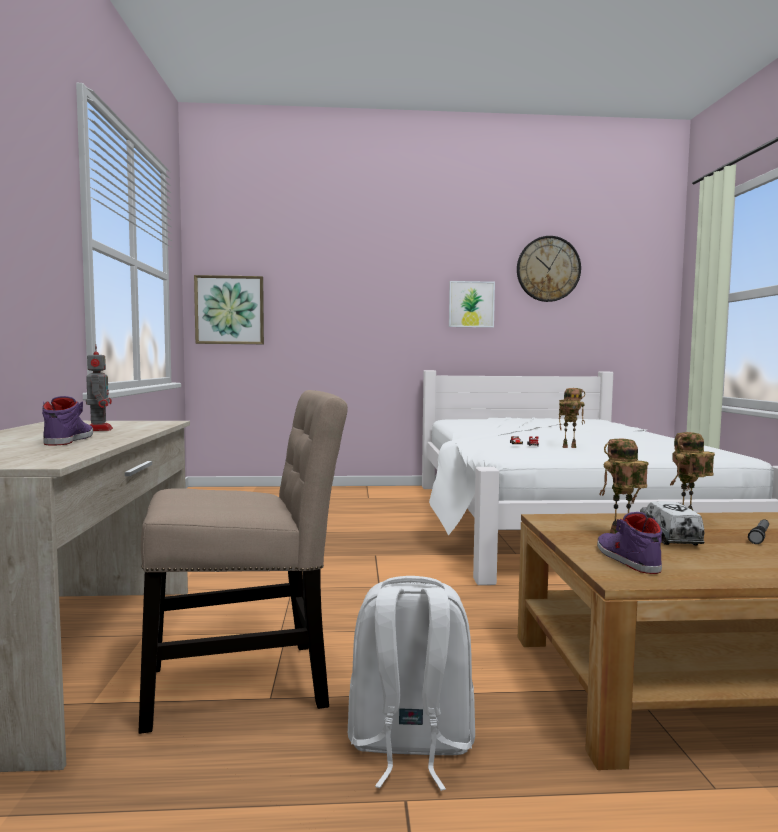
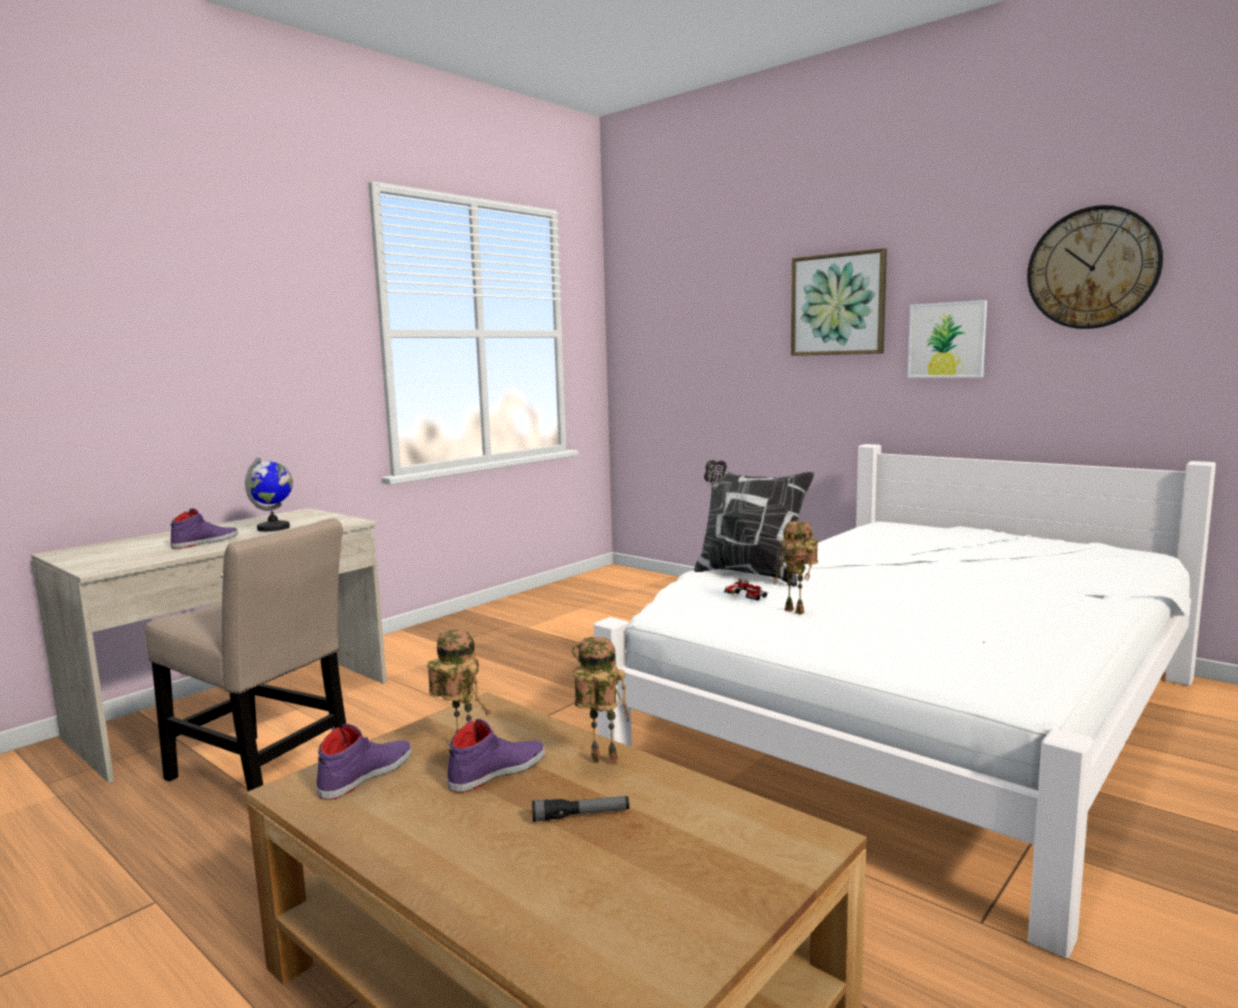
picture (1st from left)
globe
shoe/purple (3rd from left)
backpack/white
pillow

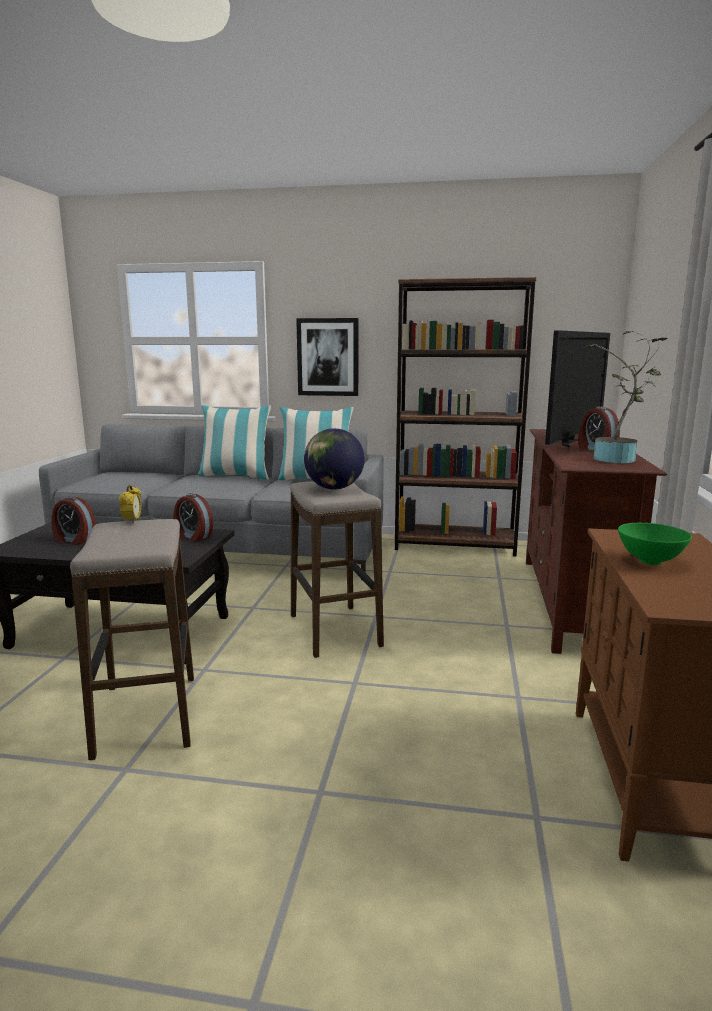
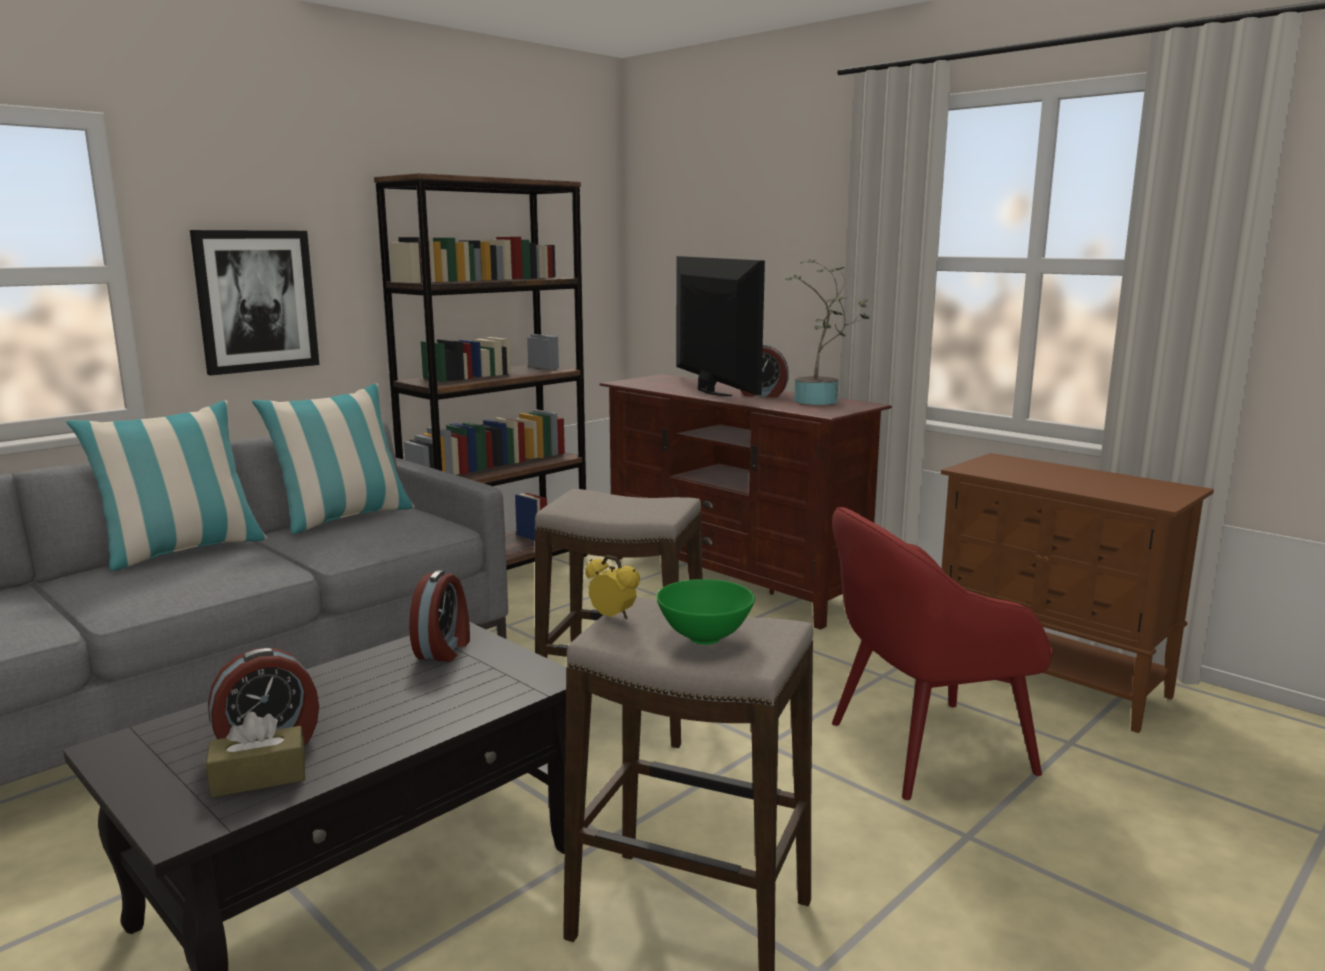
globe
alarm clock (2nd from left)
bowl/green
armchair/red
tissue box/brown

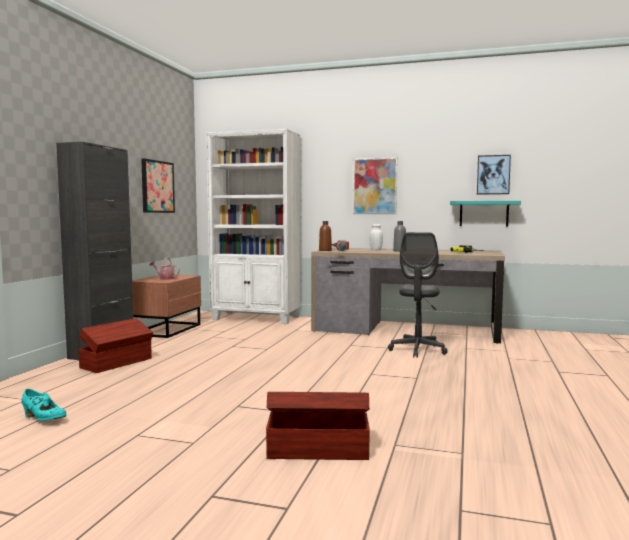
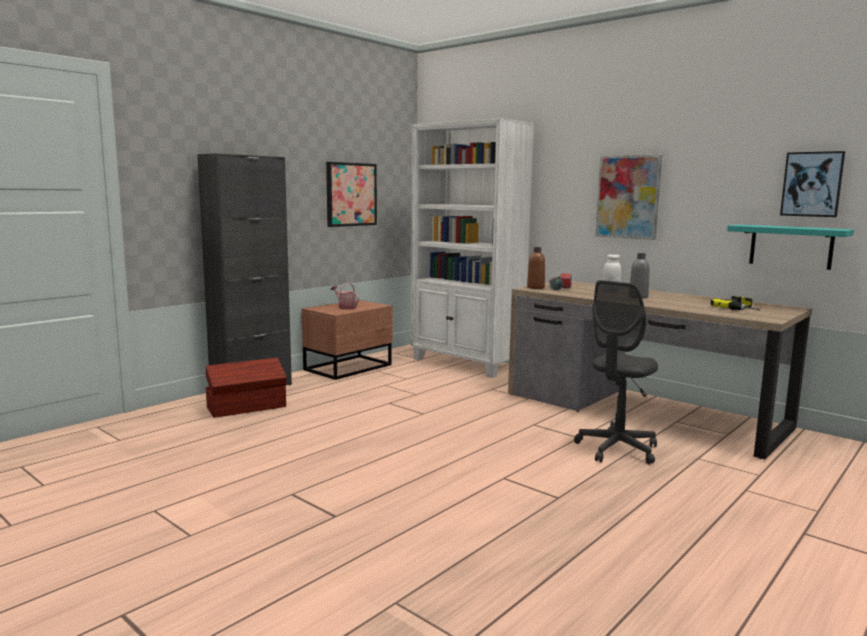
shoe/turquoise
storage box/brown (2nd from left in the first image)

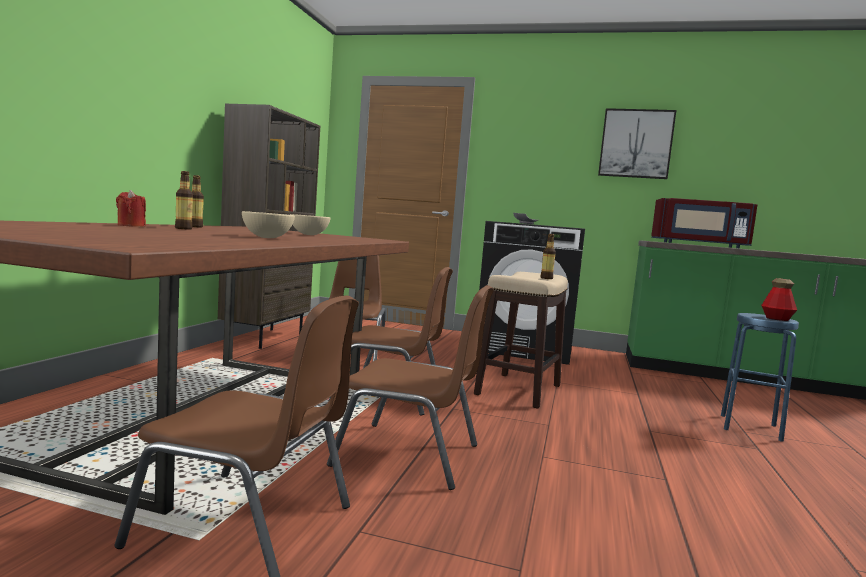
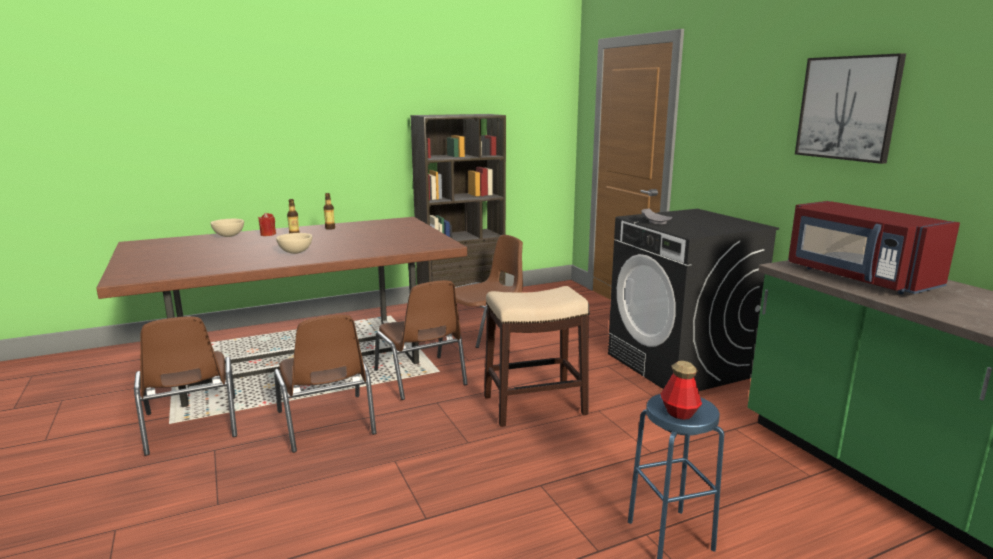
bowl/beige (1st from left)
bottle (3rd from left in the first image)

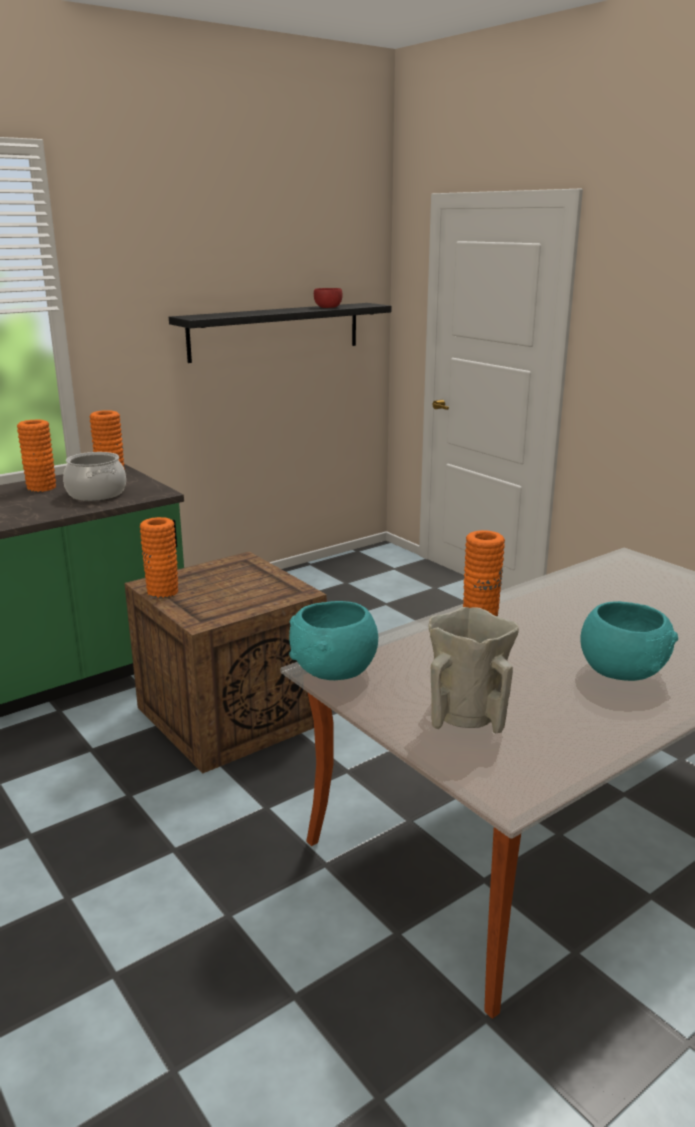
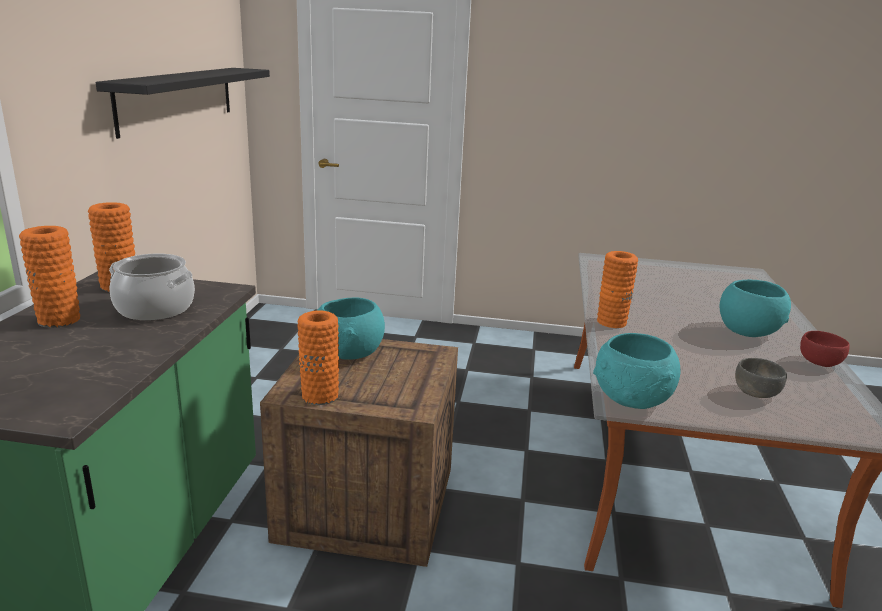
bowl/red
bowl/grey
bowl/turquoise (1st from left)

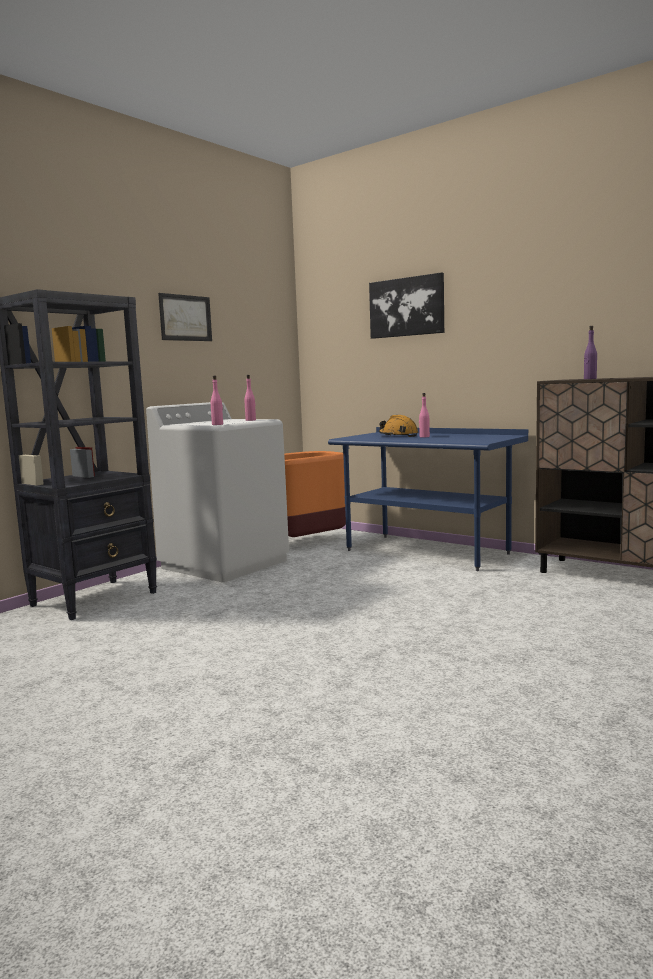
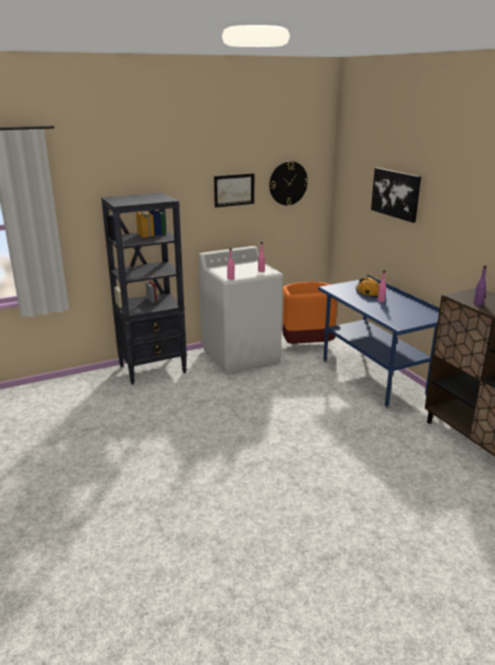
wall clock

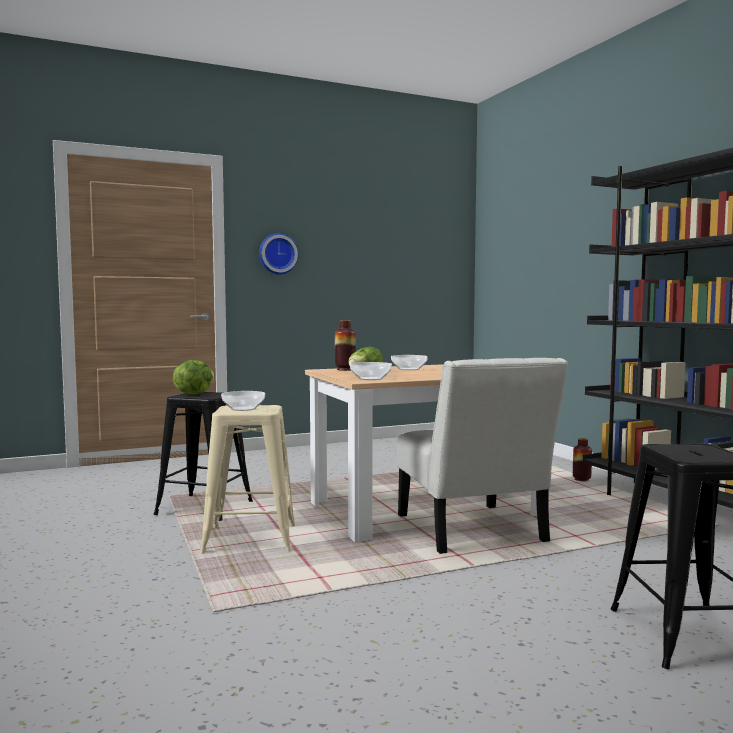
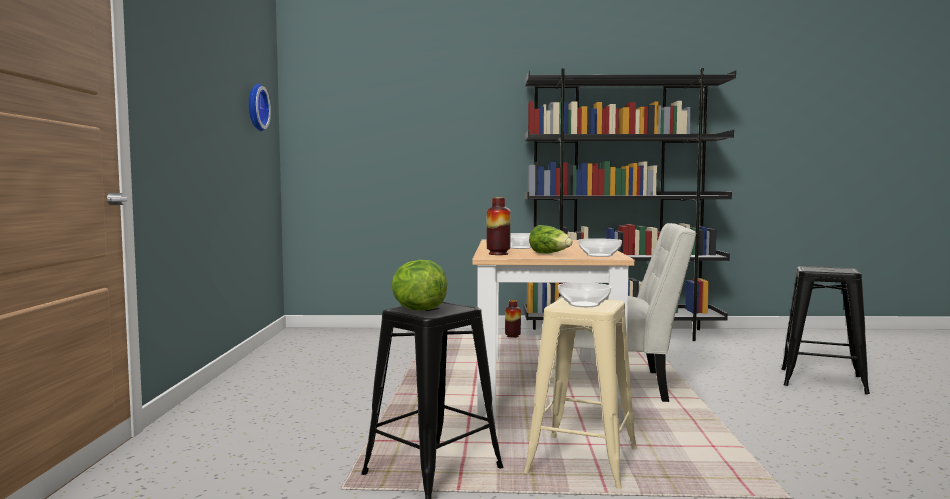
wall clock

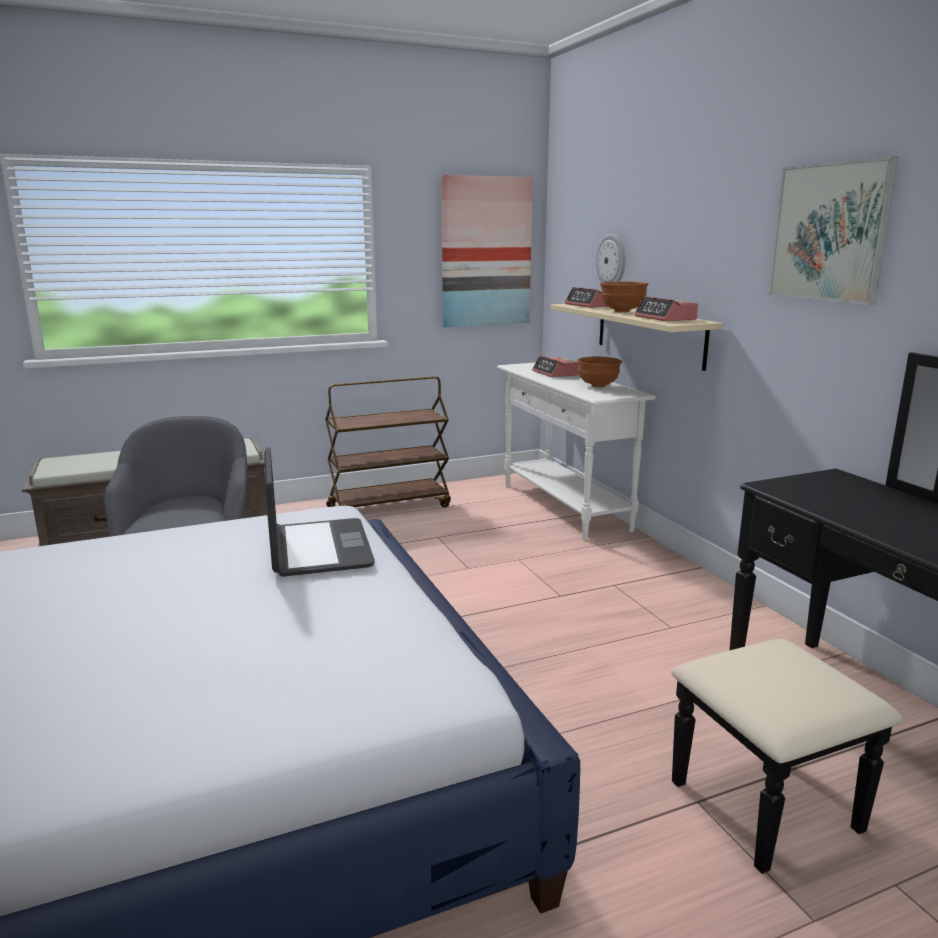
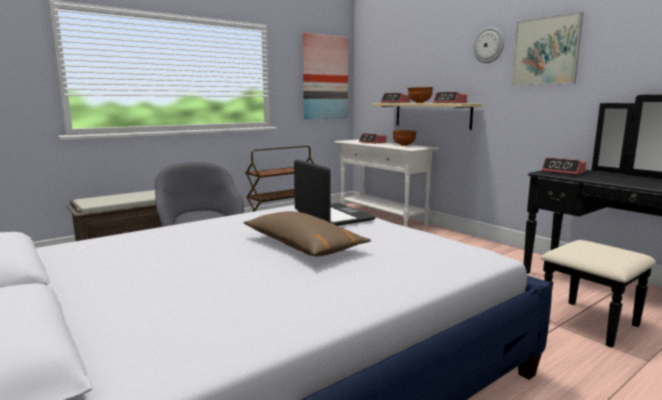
wall clock
alarm clock (4th from left)
pillow/brown

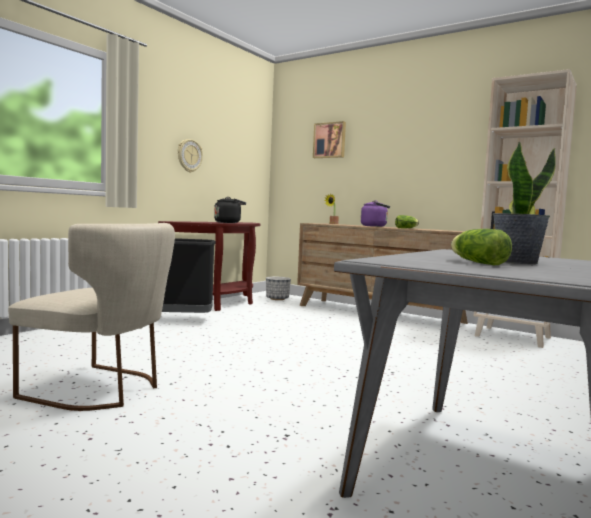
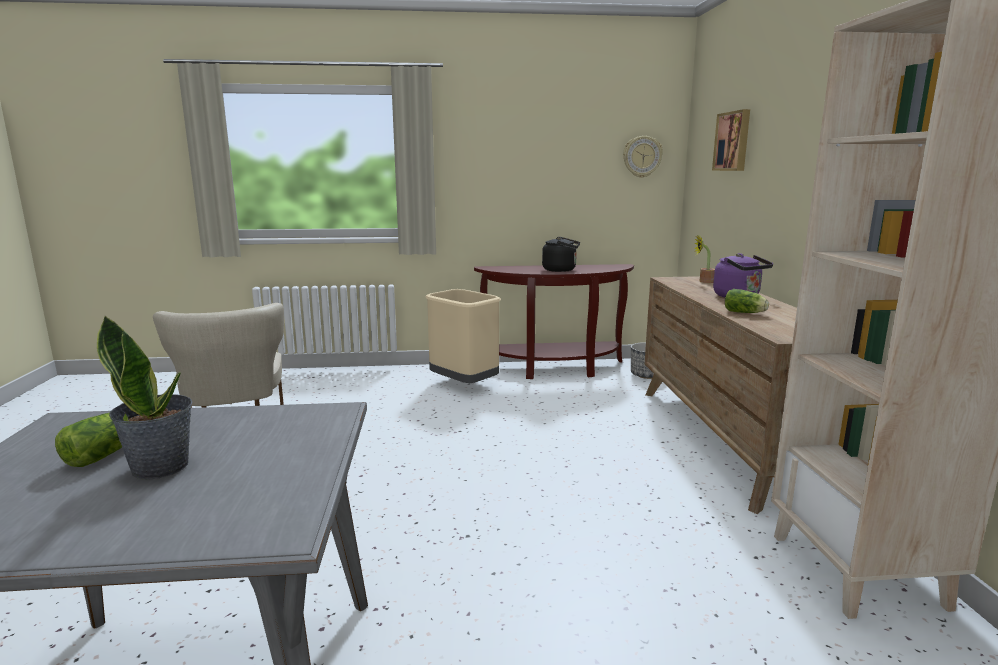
wall clock
trash can/beige

